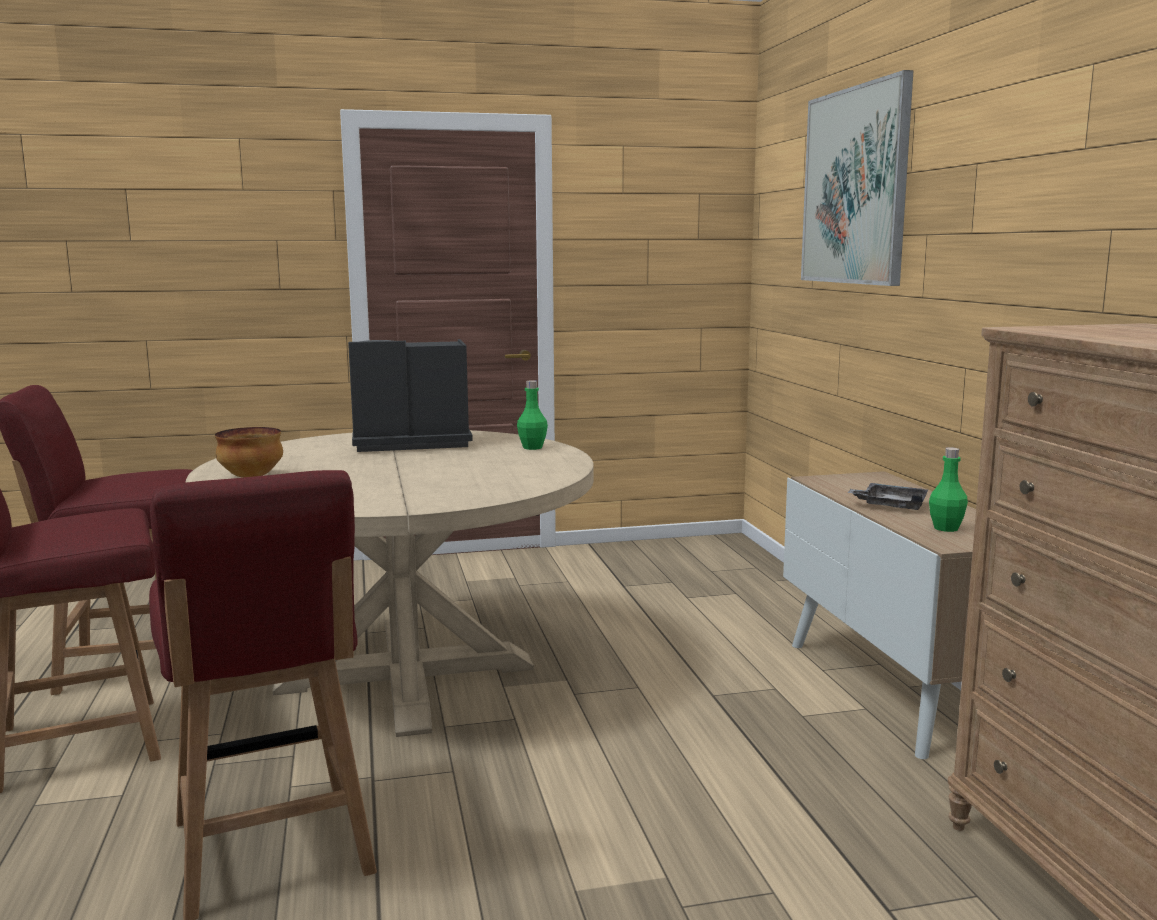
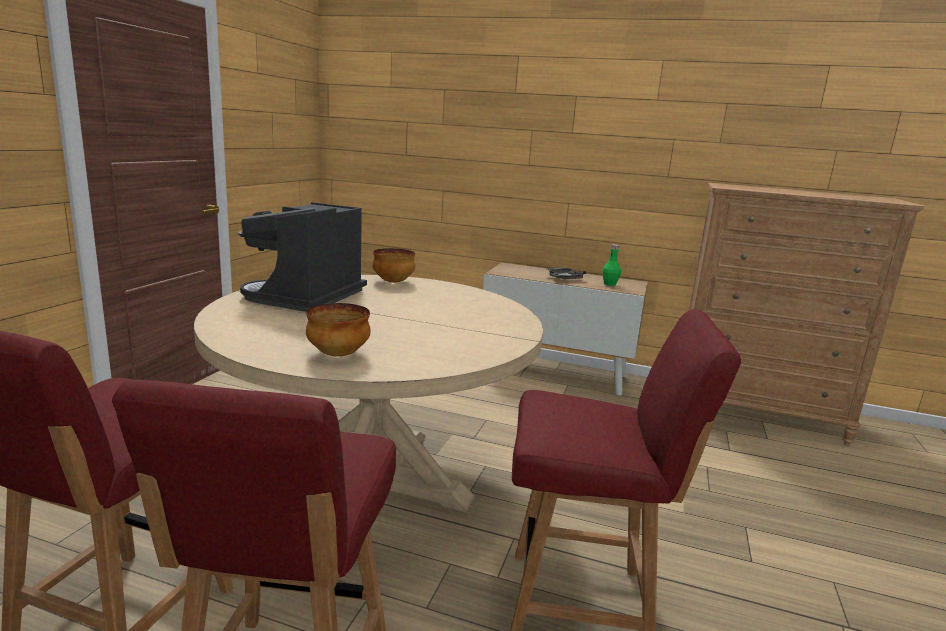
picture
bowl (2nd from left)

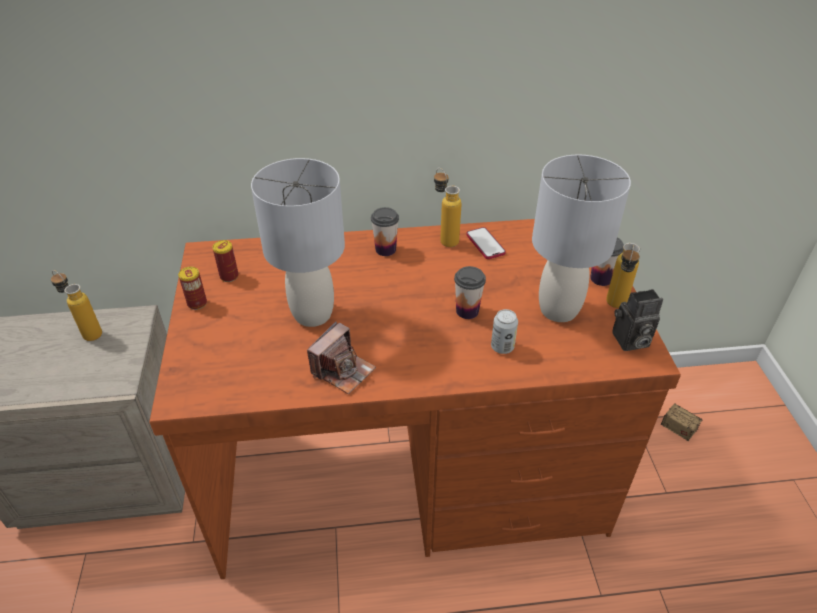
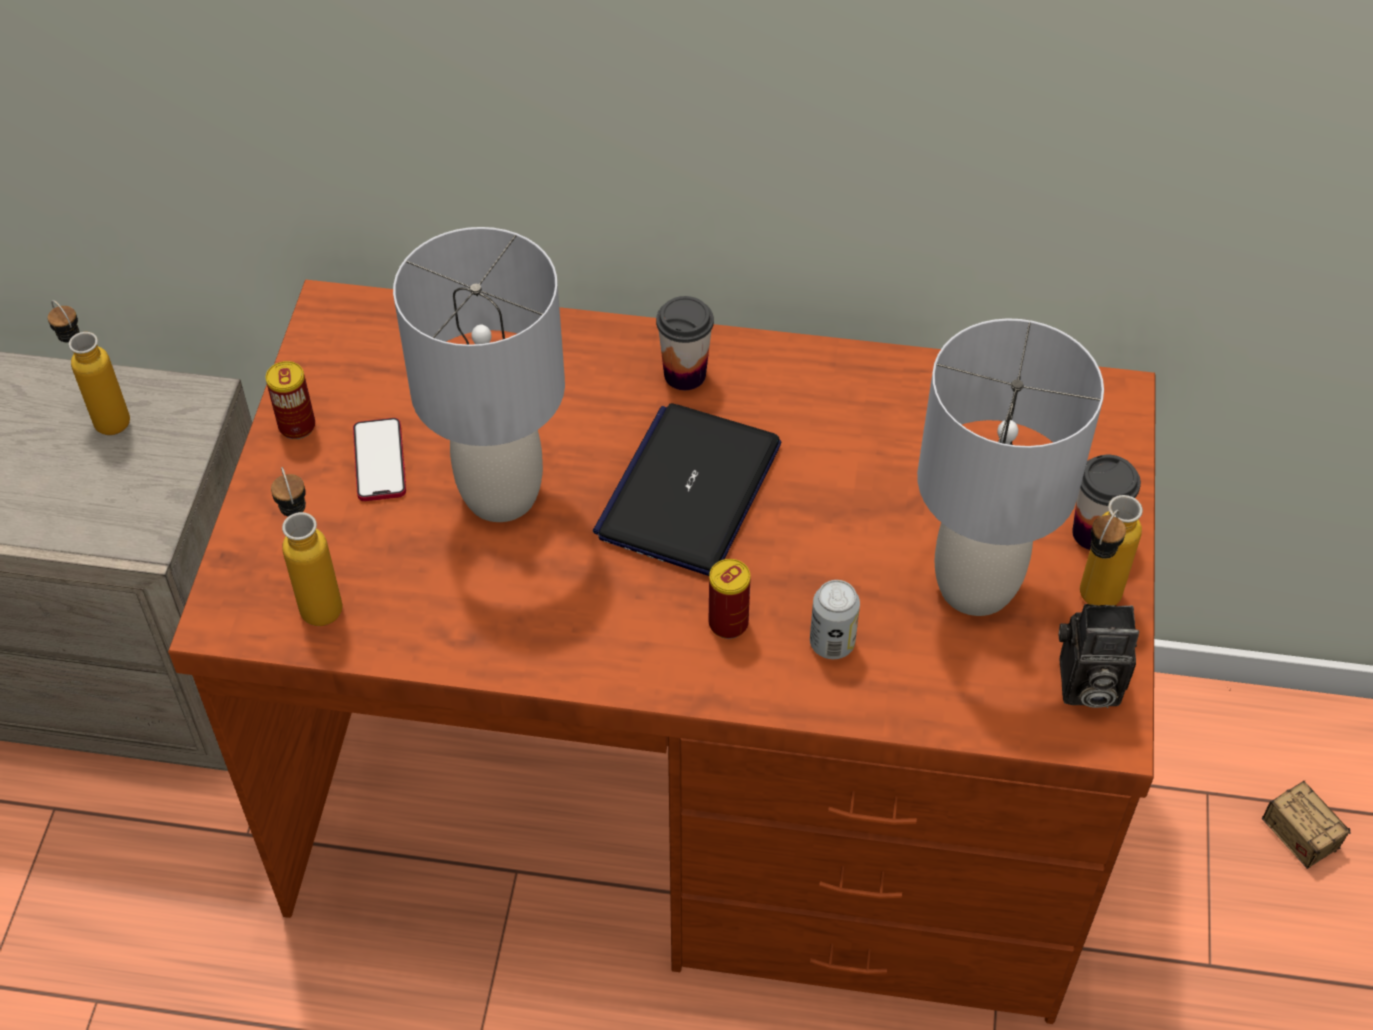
bottle (2nd from left)
phone
can (2nd from left)
cup (2nd from left in the first image)
photo camera (1st from left in the first image)
laptop

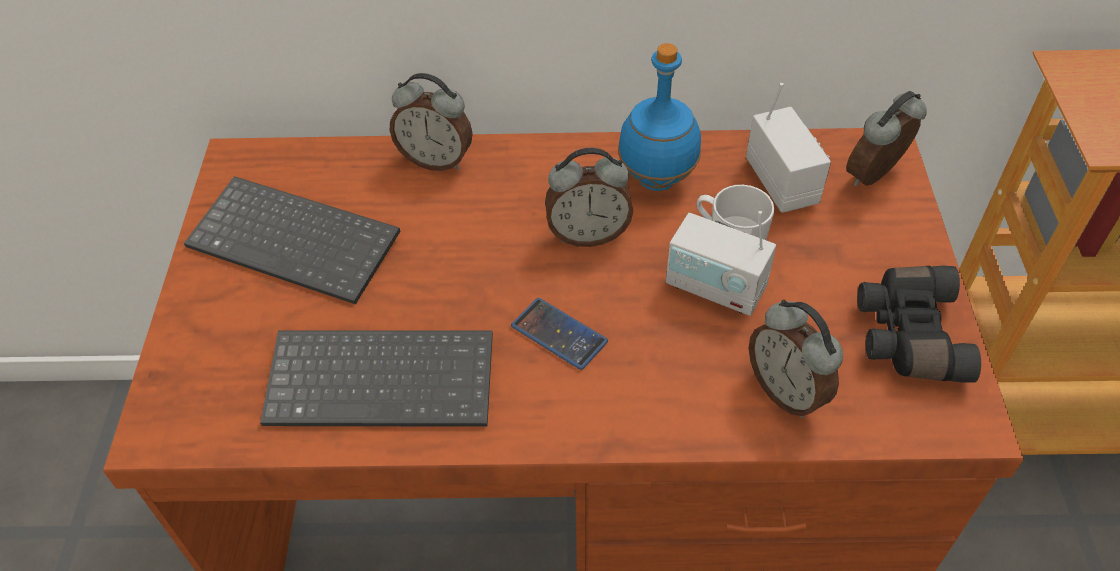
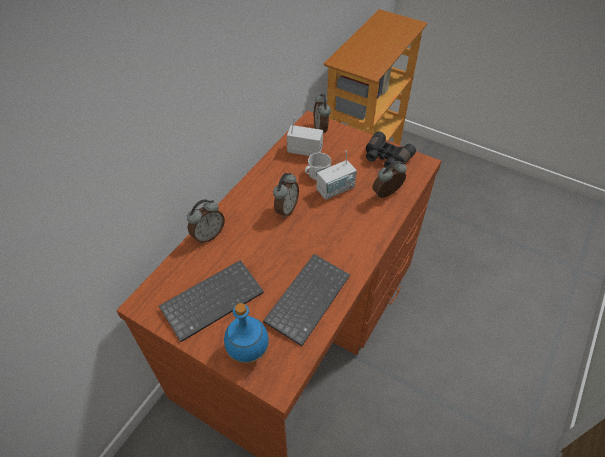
bottle/blue
phone
alarm clock (4th from left)

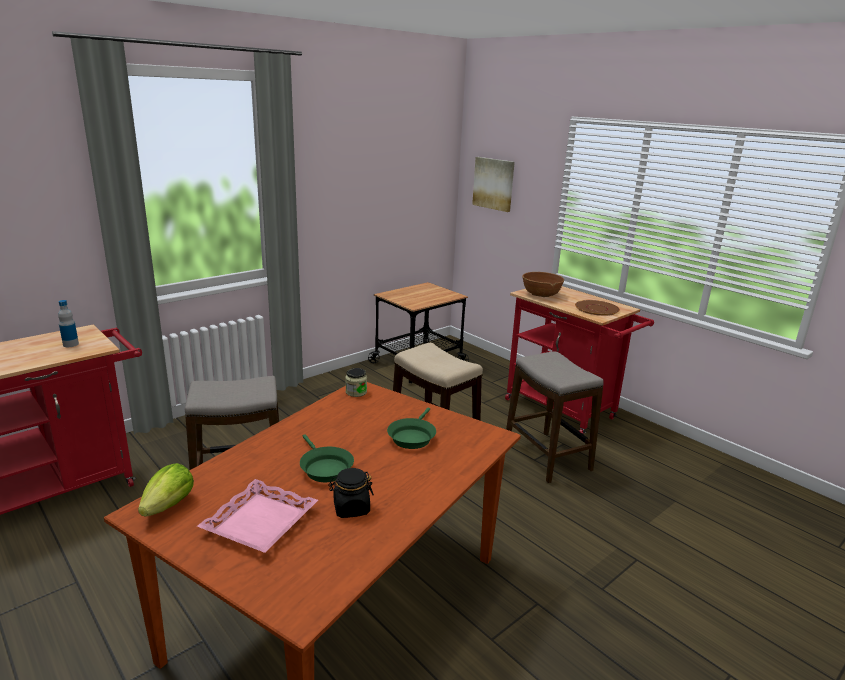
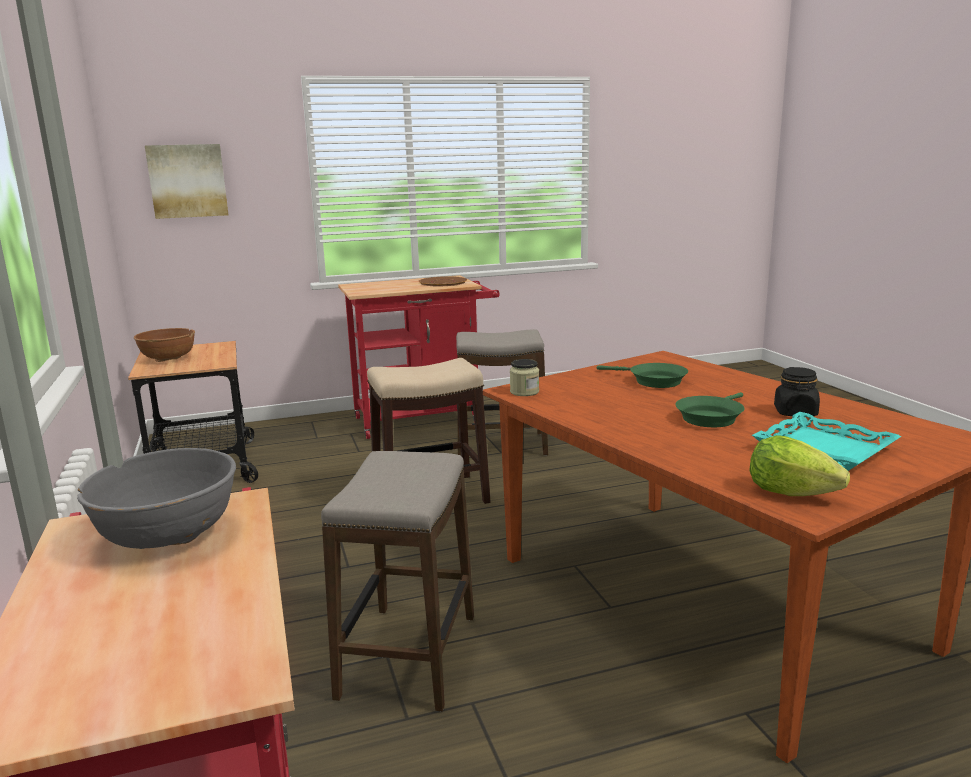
bowl/brown
bowl/grey
frying pan/green (2nd from left)
tray/turquoise

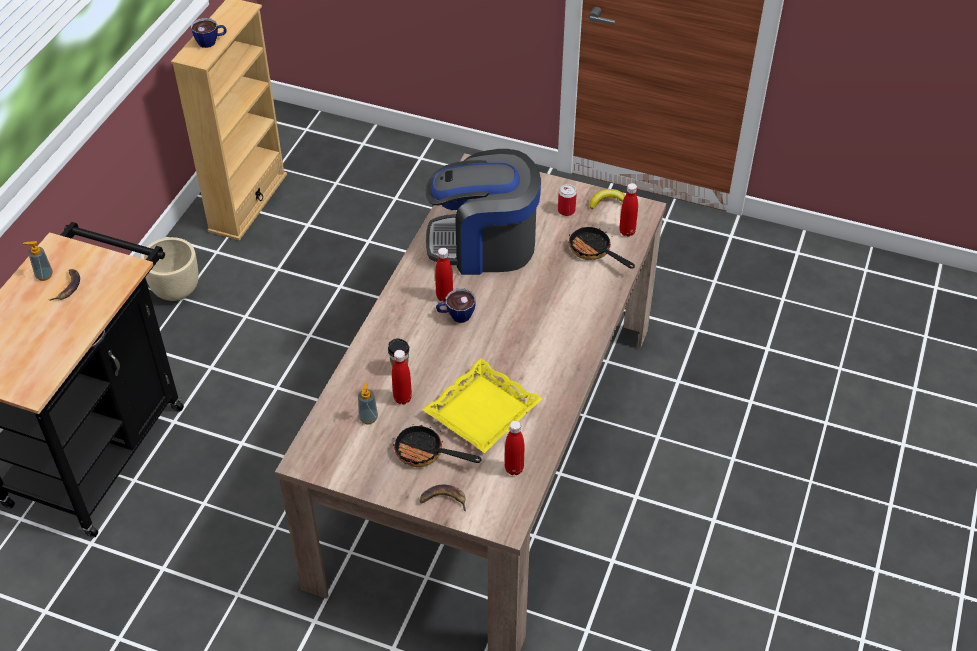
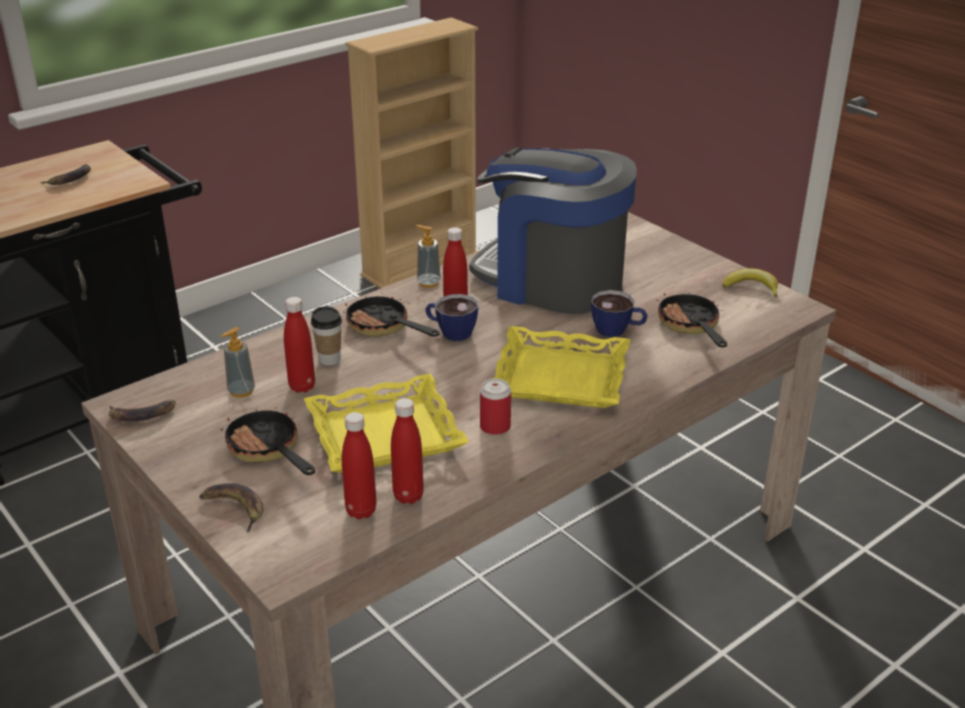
cup (3rd from left)
bottle/red (3rd from left)
can
planter/beige
soap dispenser (2nd from left)
frying pan (2nd from left)
tray/yellow (2nd from left)
banana (2nd from left)

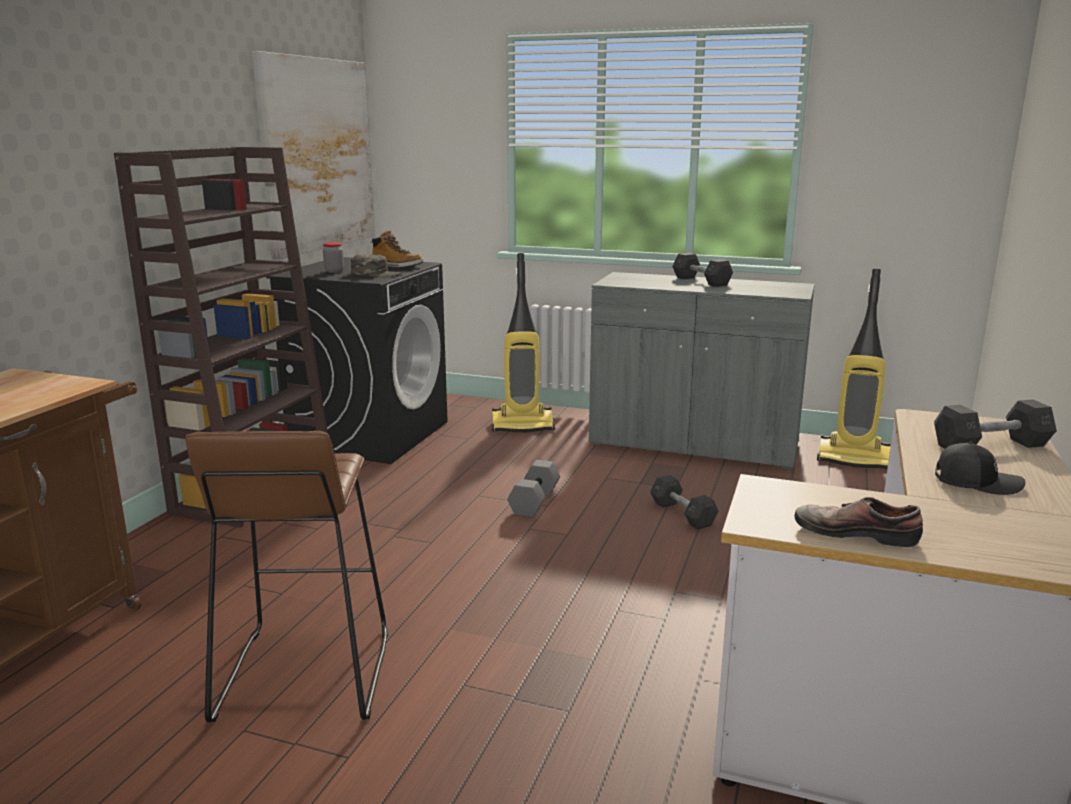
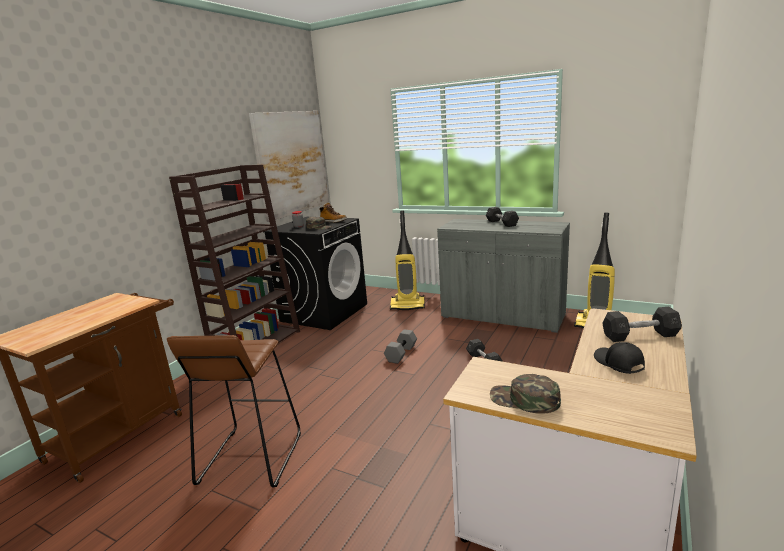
cap/black
cap/green (2nd from left)

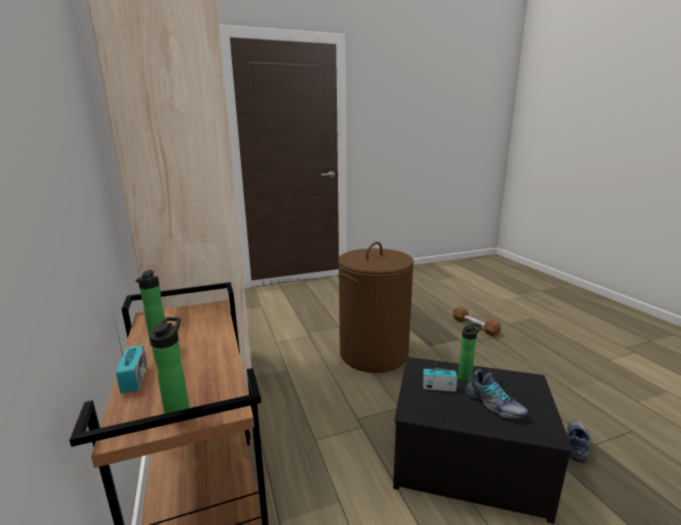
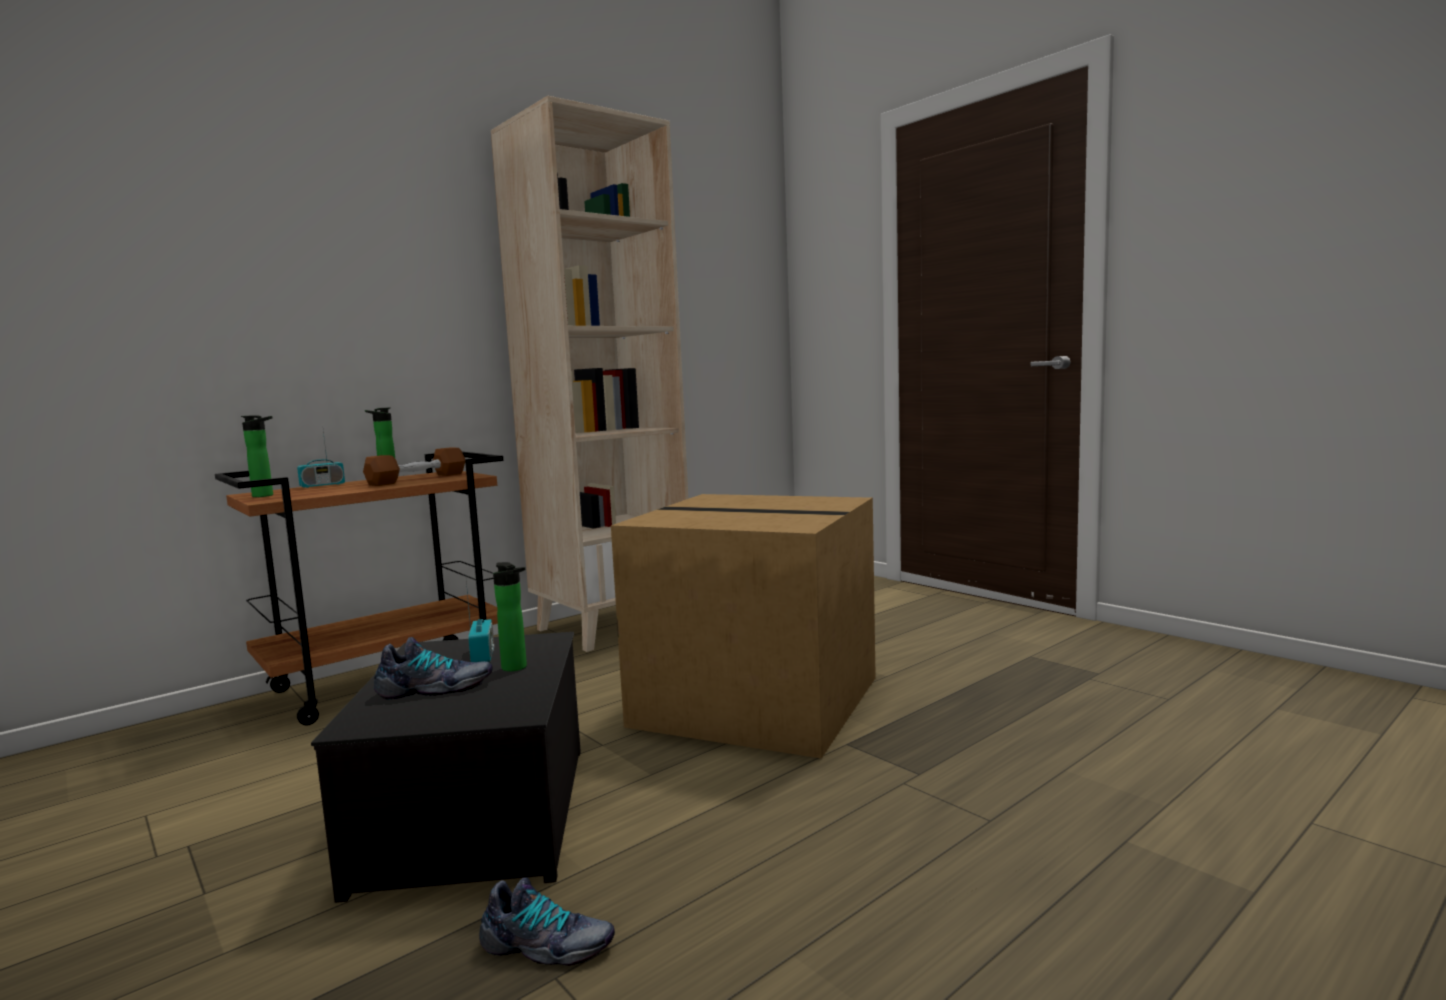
cardboard box
dumbbell/brown
shoe (1st from left)

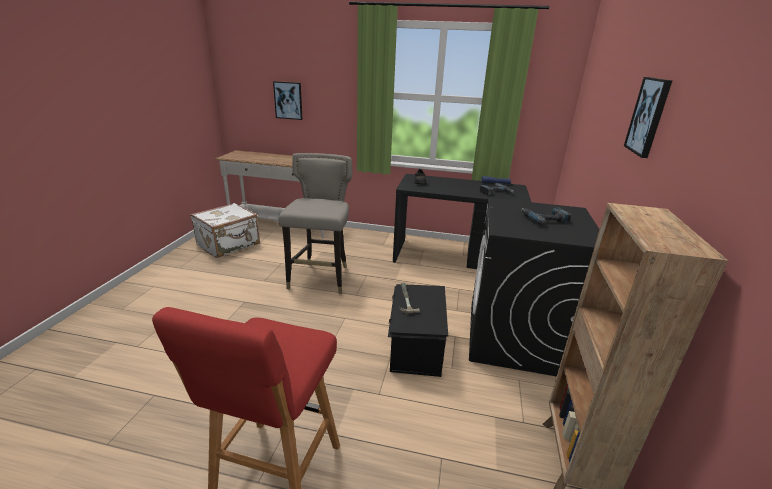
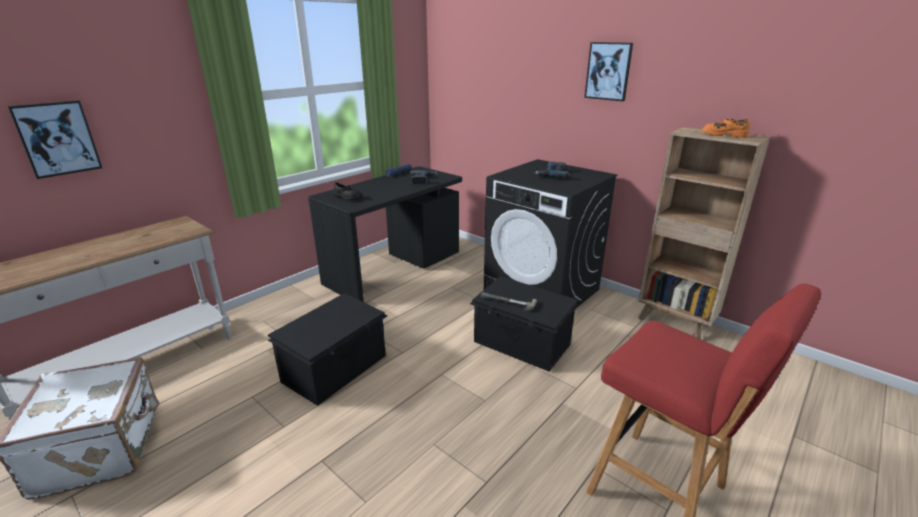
storage box/black (1st from left)
shoe/orange

